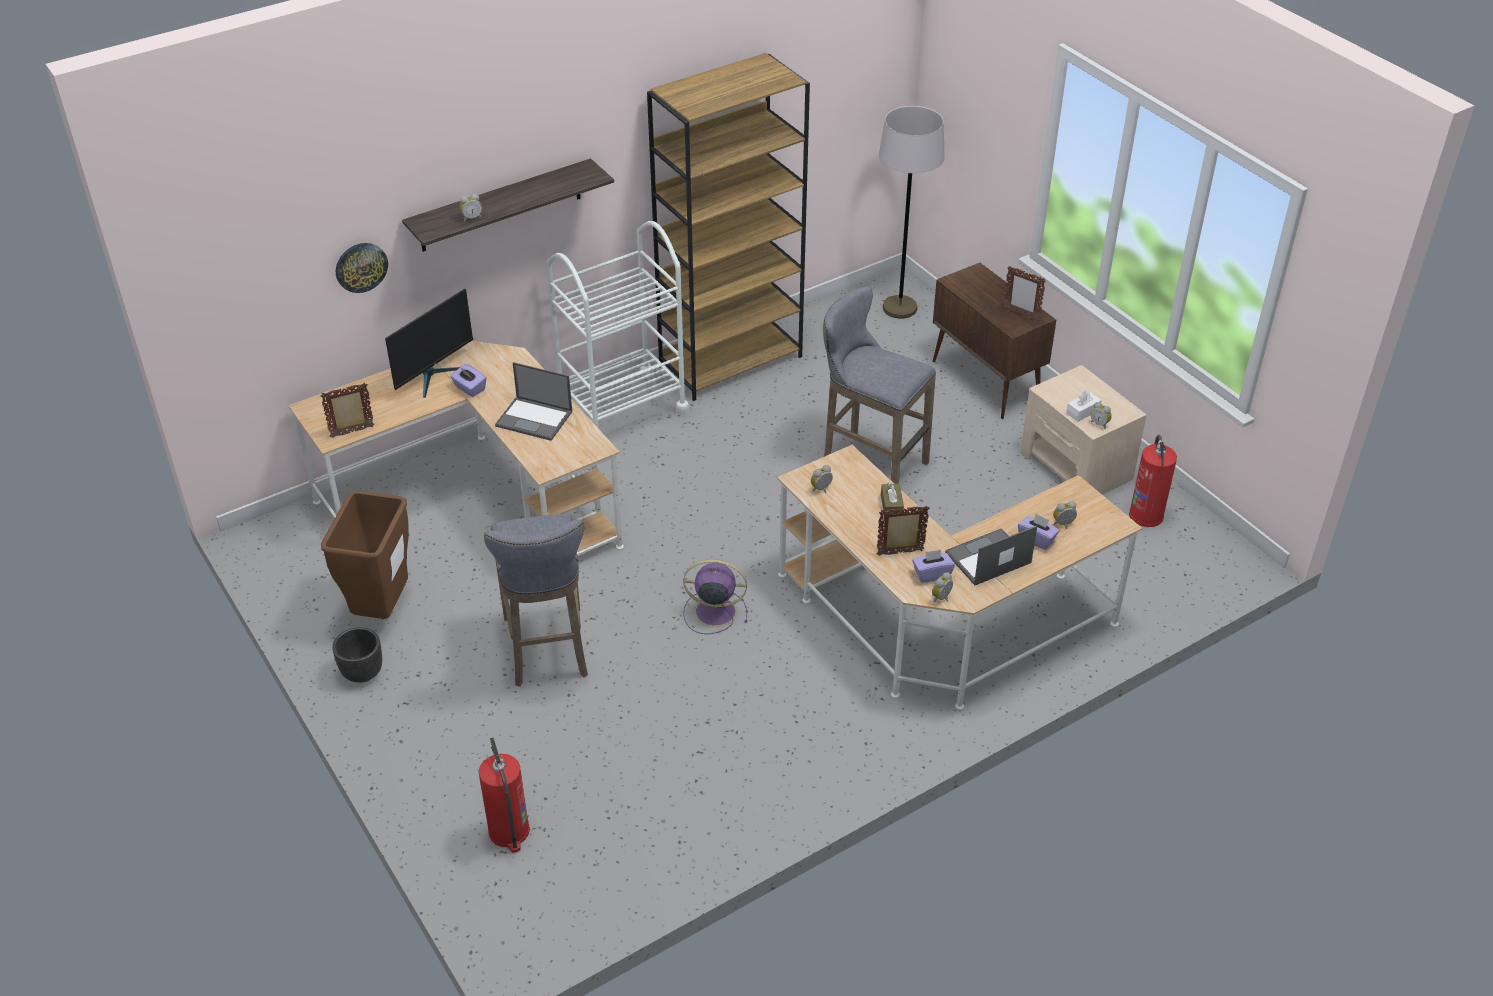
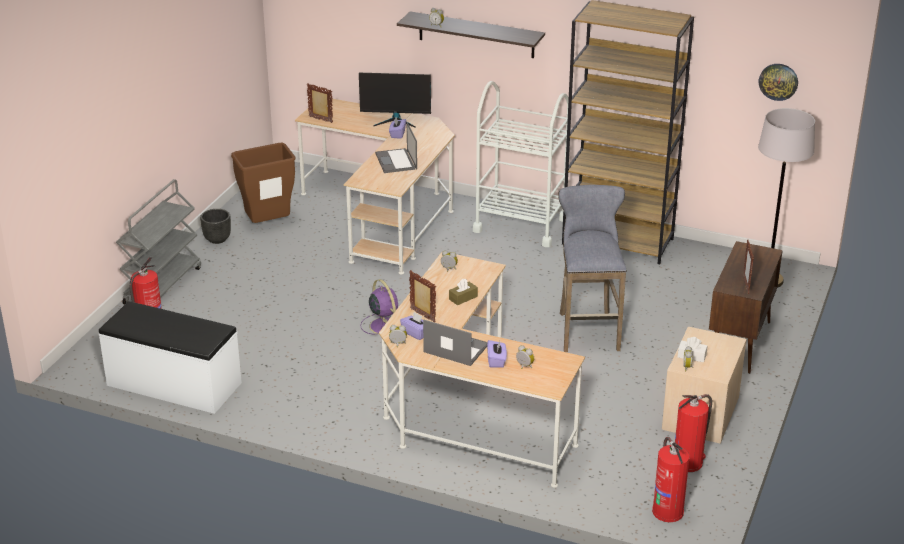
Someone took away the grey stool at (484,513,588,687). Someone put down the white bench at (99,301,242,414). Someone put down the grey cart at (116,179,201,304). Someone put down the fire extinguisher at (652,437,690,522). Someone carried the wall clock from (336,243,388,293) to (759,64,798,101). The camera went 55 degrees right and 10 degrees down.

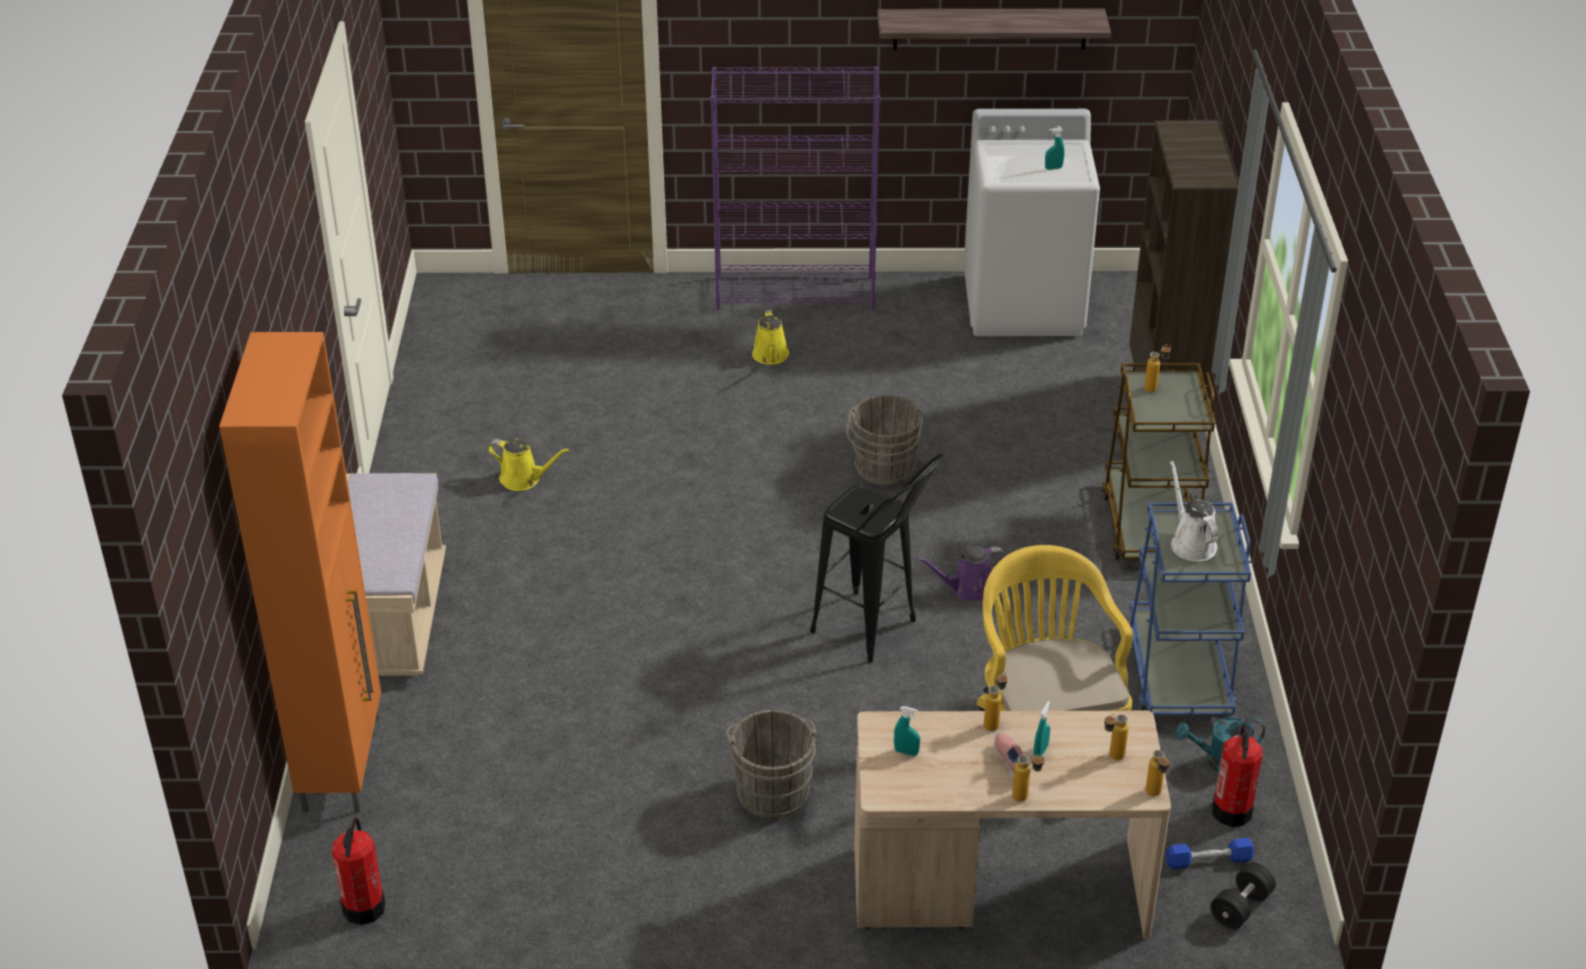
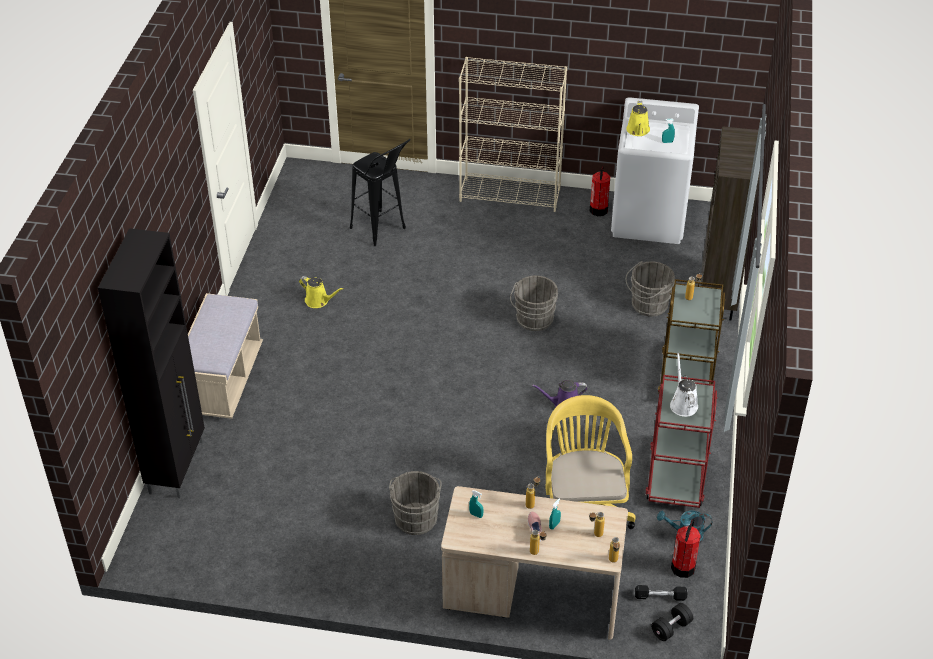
Someone took away the shelf at (877,8,1111,50). Someone put down the grey bucket at (626,261,675,316). Someone carried the fire extinguisher from (332,818,385,925) to (589,166,610,216). Someone carried the yellow watering can from (752,309,789,365) to (626,101,650,136). Someone carried the black stool from (810,453,945,663) to (350,139,411,246). Someone repainted the orange cabinet at (219,332,381,813), which became the black cabinet at (98,228,205,498). Someone repainted the purple bookcase at (710,66,881,310), which became the beige bookcase at (459,57,567,212). Someone repainted the blue cart at (1129,502,1251,715), which became the red cart at (645,375,718,508). Someone repainted the blue dumbbell at (1166,838,1254,869), which became the black dumbbell at (635,585,687,601). The camera went 10 degrees right and 5 degrees up.

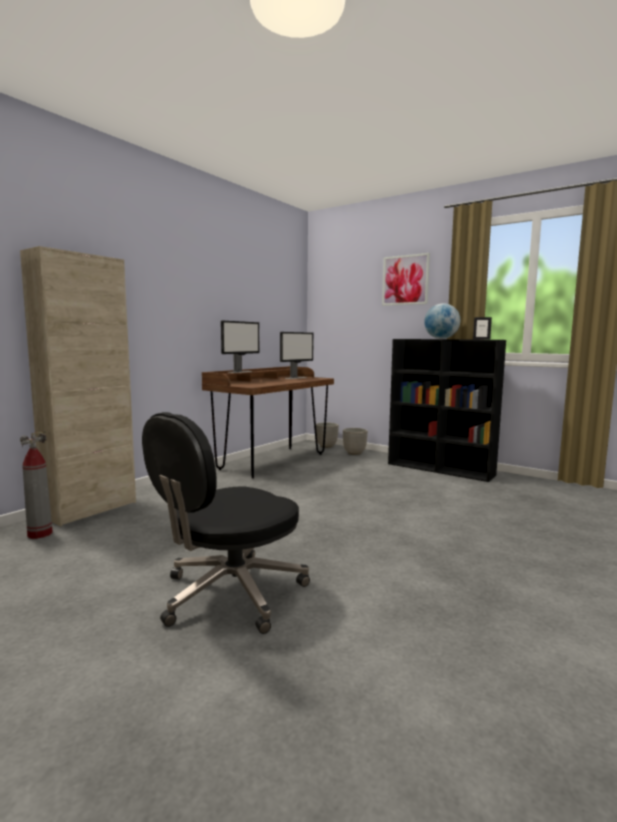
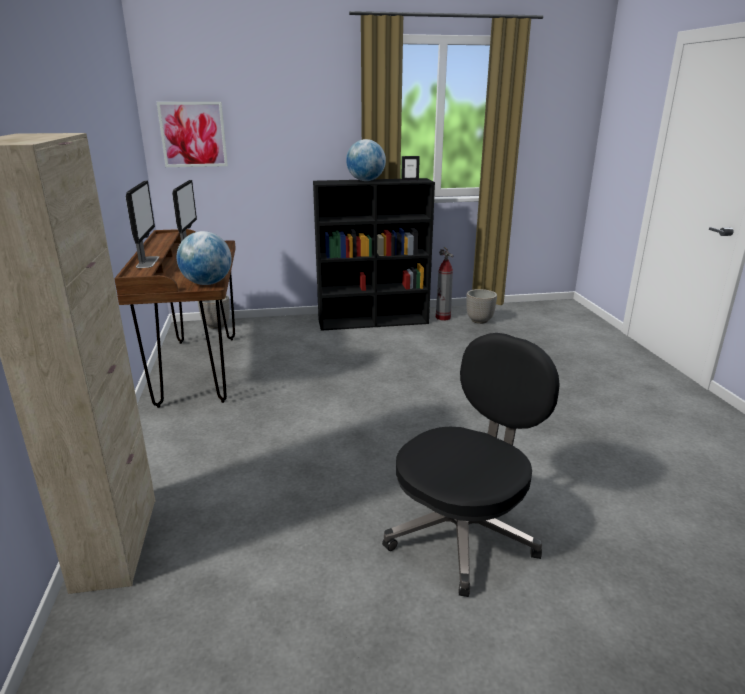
Someone put down the globe at (177,231,232,285). Someone carried the fire extinguisher from (20,431,53,539) to (436,247,453,321). Someone carried the planter from (343,428,368,455) to (466,289,497,324). Someone carried the picture from (382,253,430,306) to (157,102,228,167). Someone rotated the black office chair at (142,412,310,634) by 135 degrees counterclockwise. The camera went 45 degrees left and 15 degrees up.

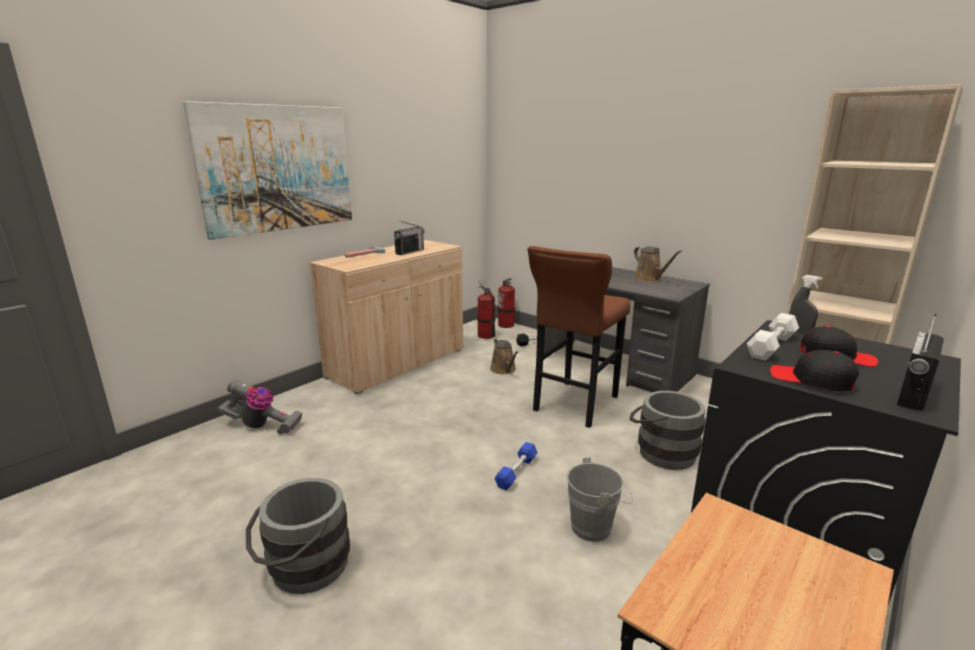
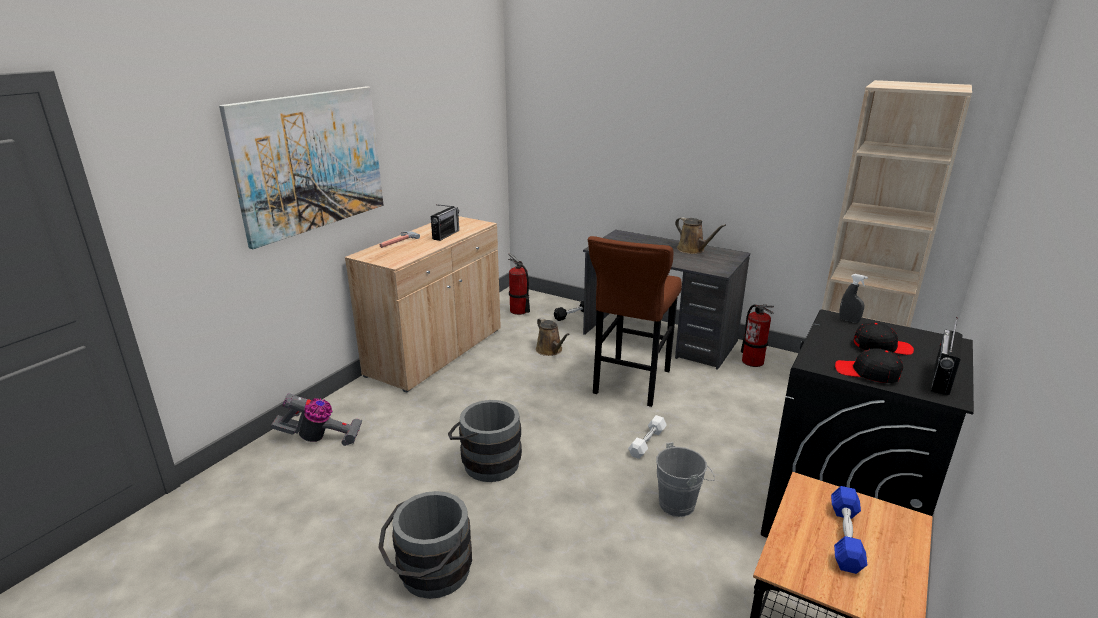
Someone carried the blue dumbbell from (494,442,538,490) to (831,486,867,574). Someone carried the fire extinguisher from (498,278,515,328) to (741,304,774,367). Someone carried the grey bucket from (629,391,705,470) to (448,400,522,482). Someone carried the white dumbbell from (747,313,799,361) to (628,415,667,459). The camera went 10 degrees left and 5 degrees up.

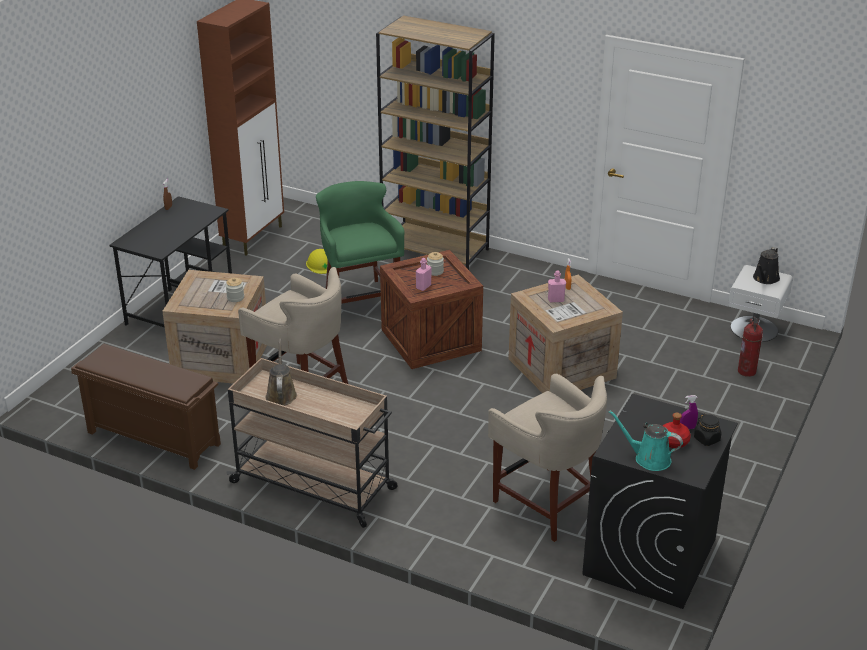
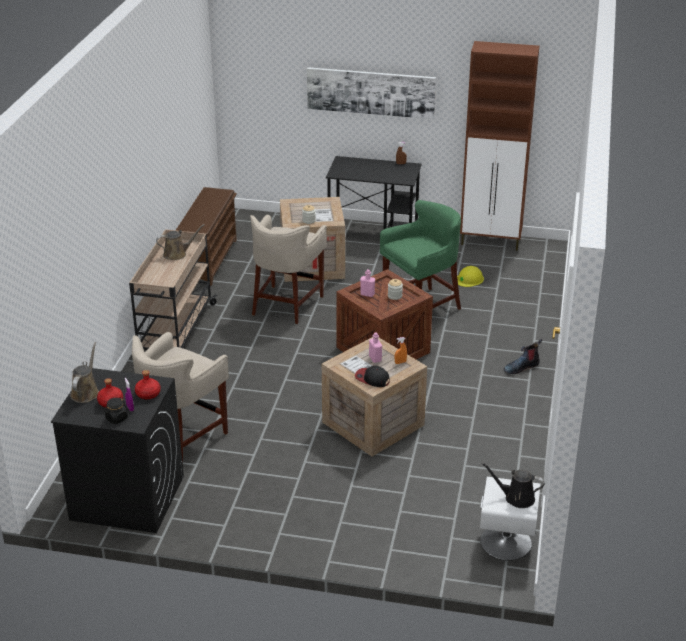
Someone took away the brown bookcase at (376,15,495,270). Someone took away the fire extinguisher at (738,317,763,377). Someone put down the red bottle at (135,370,161,399). Someone put up the picture at (307,67,436,119). Someone put down the cap at (355,366,390,387). Someone put down the boot at (504,339,543,374). Someone repainted the turquoise watering can at (609,410,683,471), which became the brown watering can at (70,342,99,403). The camera went 75 degrees right and 0 degrees up.

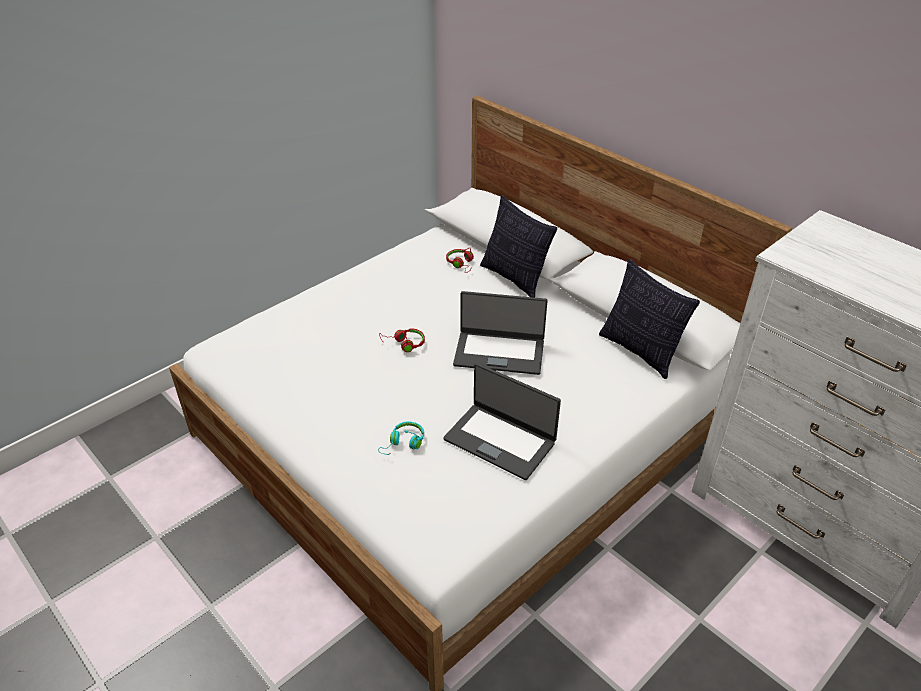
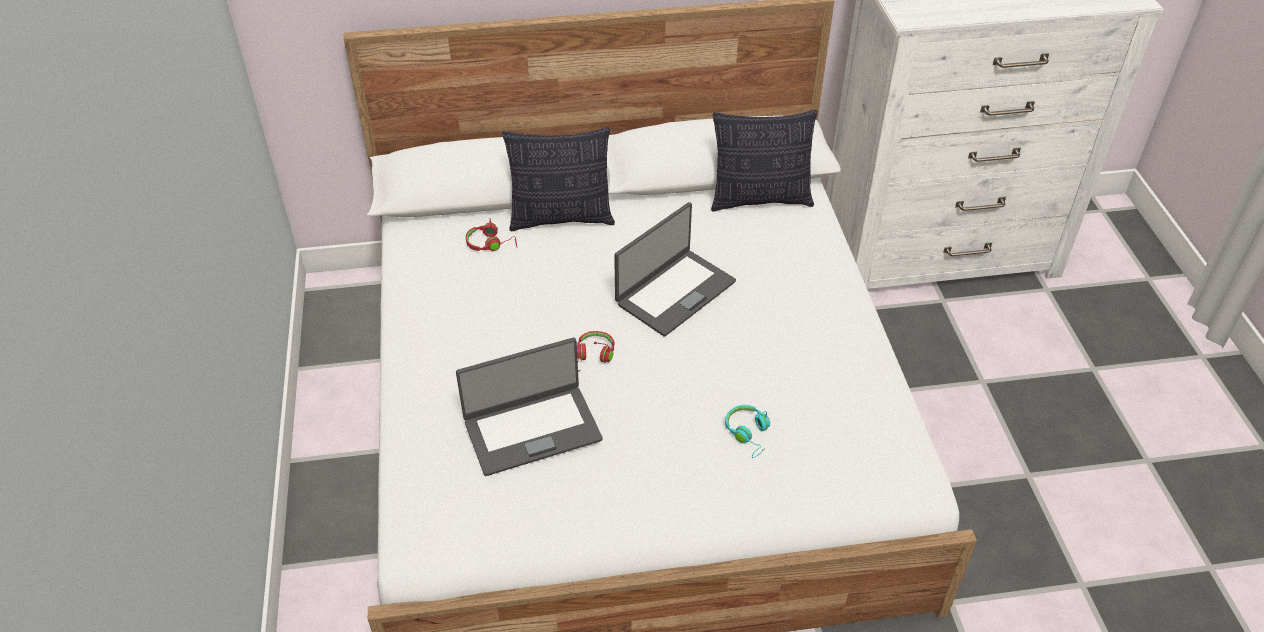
Someone carried the laptop from (443,363,561,480) to (456,338,603,476). The camera went 55 degrees left and 5 degrees up.

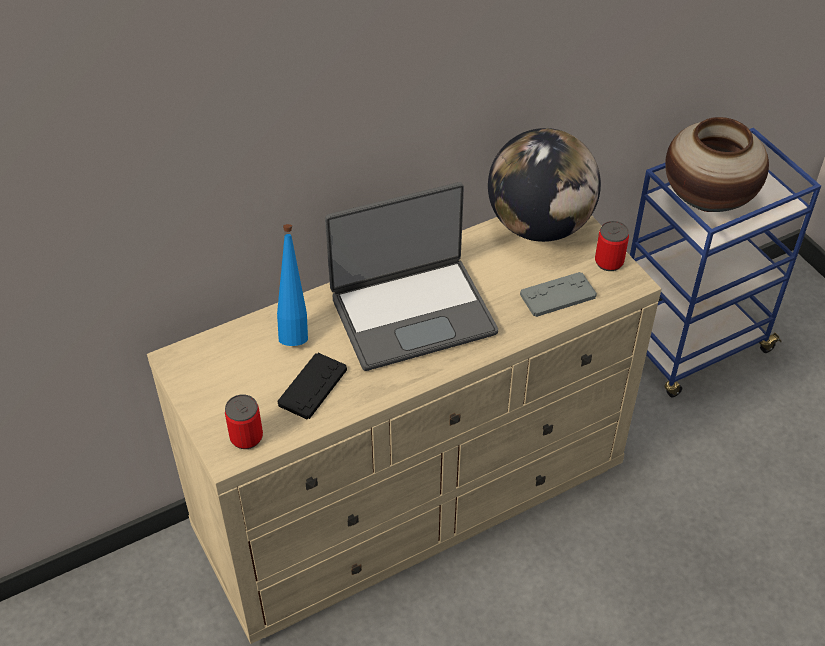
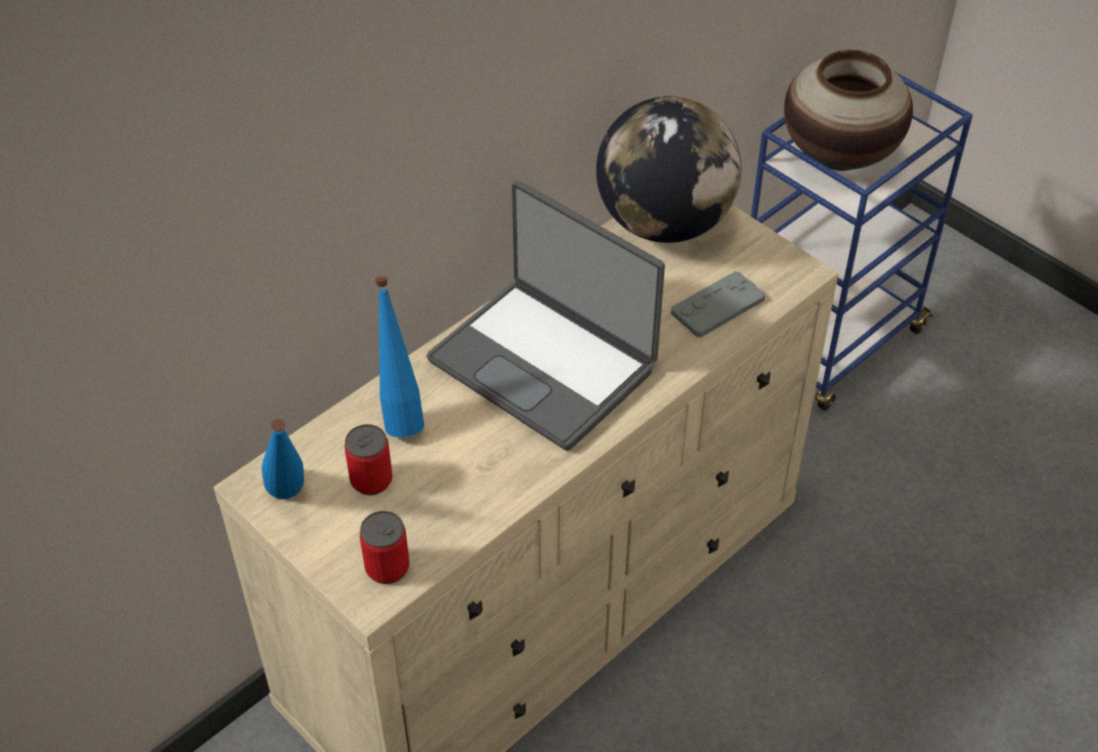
Someone took away the black game controller at (278,353,347,419). Someone put down the blue bottle at (261,419,304,499). Someone carried the can from (595,221,629,271) to (345,424,392,495). Someone rotated the laptop at (325,182,498,371) by 75 degrees clockwise. The camera went 15 degrees left and 0 degrees up.

